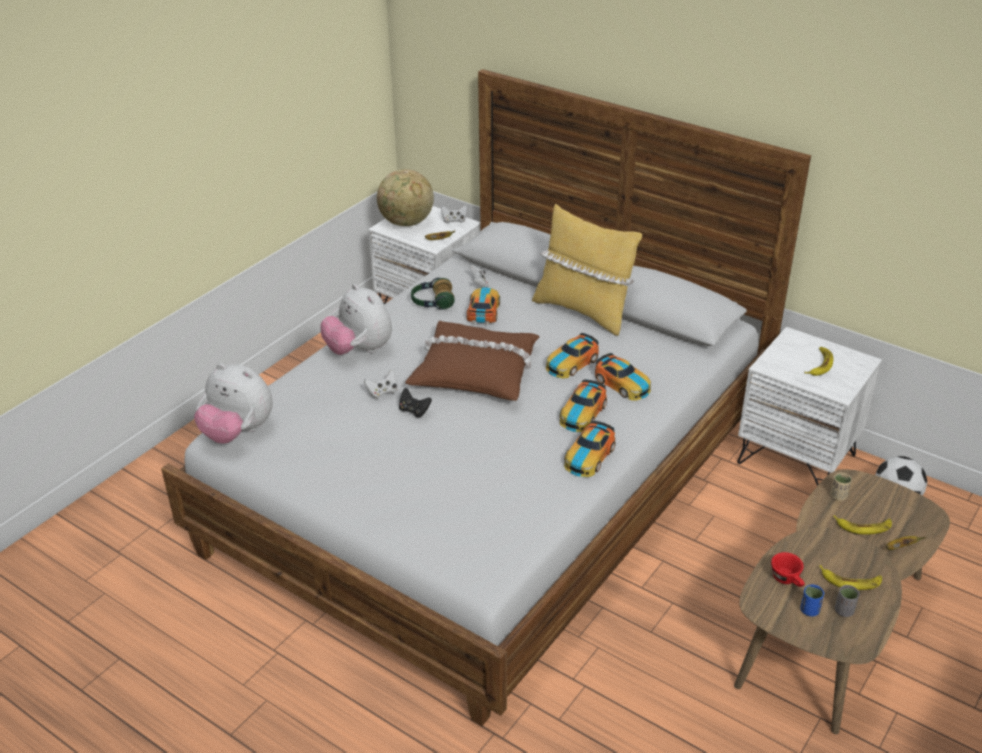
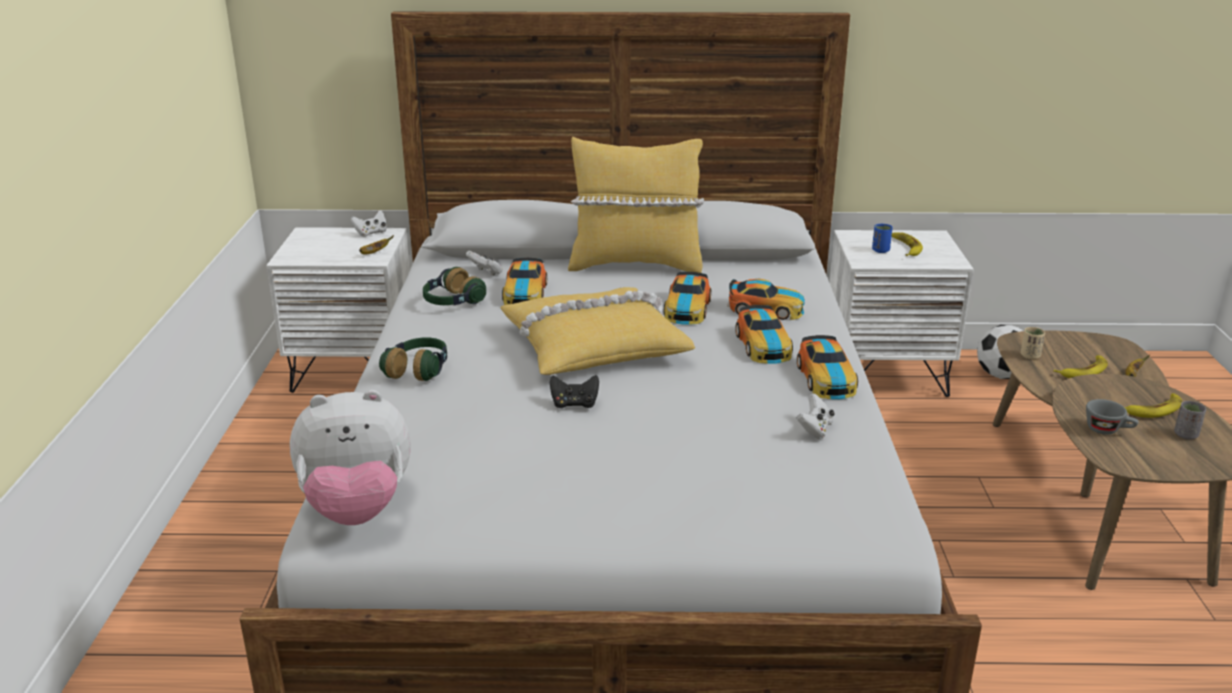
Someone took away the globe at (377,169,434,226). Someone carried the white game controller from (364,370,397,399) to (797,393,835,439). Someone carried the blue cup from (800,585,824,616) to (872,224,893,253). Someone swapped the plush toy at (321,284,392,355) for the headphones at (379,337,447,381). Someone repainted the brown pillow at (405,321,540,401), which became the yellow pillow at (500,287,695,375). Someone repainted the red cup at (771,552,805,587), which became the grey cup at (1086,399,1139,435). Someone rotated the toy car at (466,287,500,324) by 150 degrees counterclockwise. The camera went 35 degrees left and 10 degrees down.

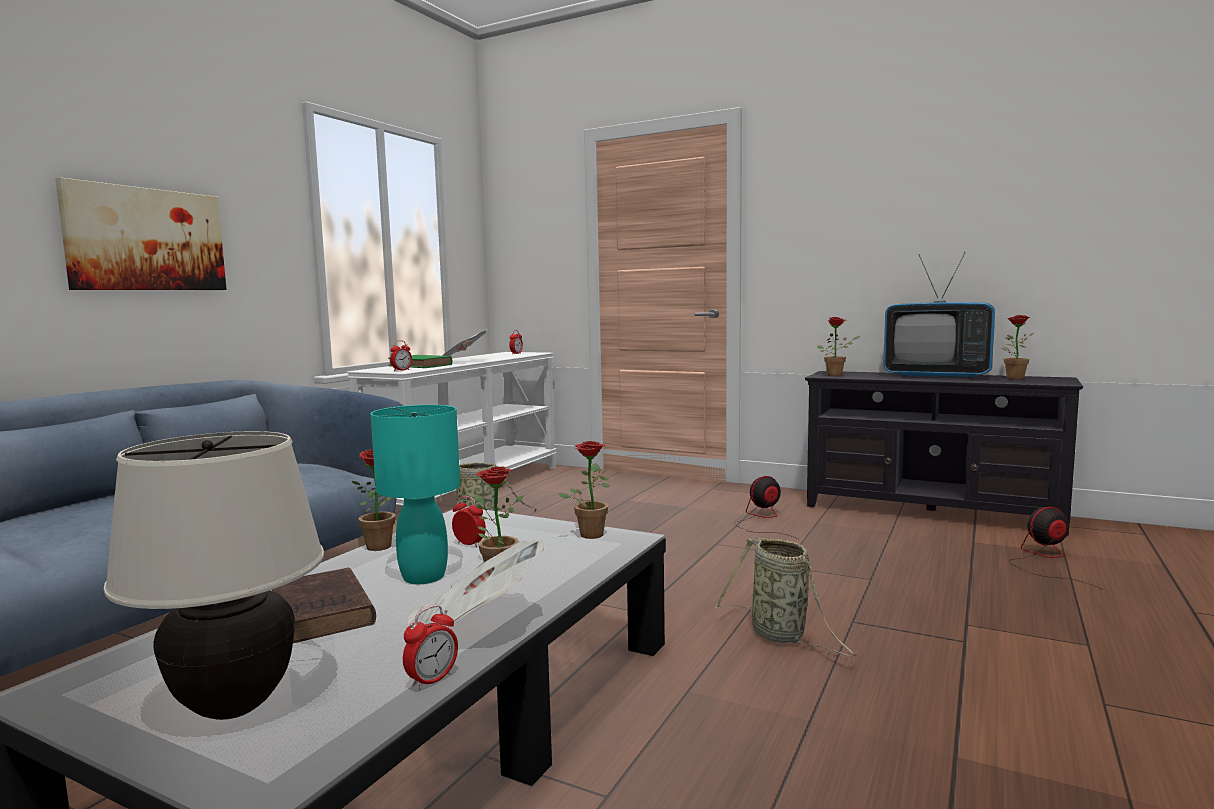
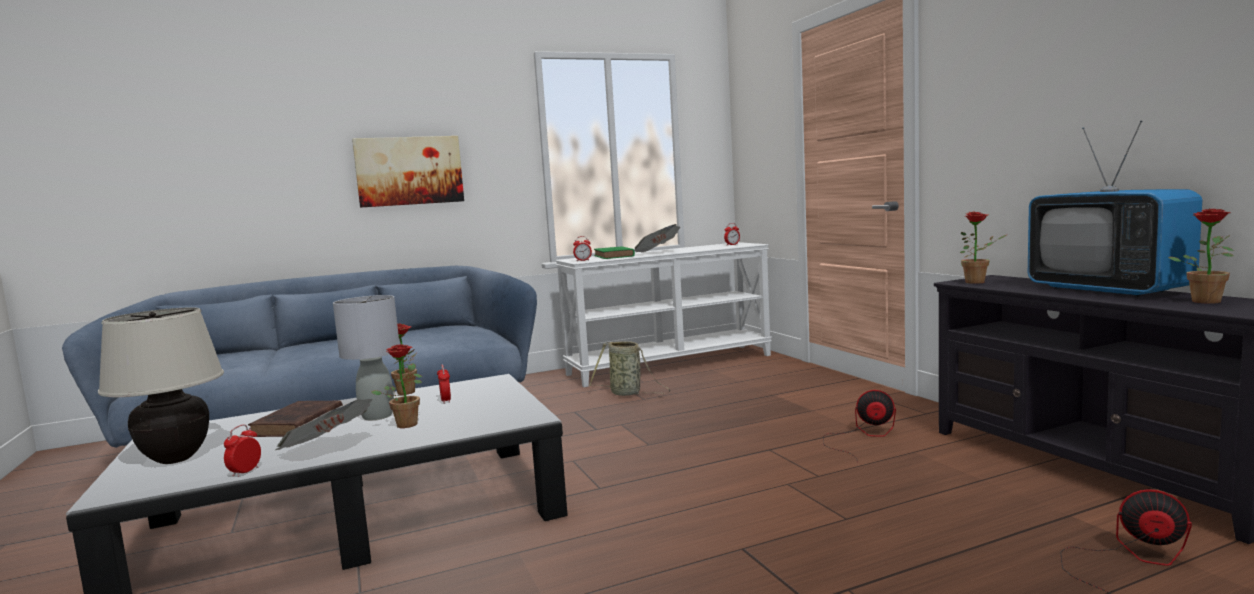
Someone took away the potted plant at (558,441,610,539). Someone took away the basket at (715,537,856,656). Someone repainted the turquoise table lamp at (370,405,460,584), which became the grey table lamp at (333,295,399,420). Someone rotated the alarm clock at (403,605,458,690) by 120 degrees clockwise. The camera went 40 degrees right and 0 degrees up.

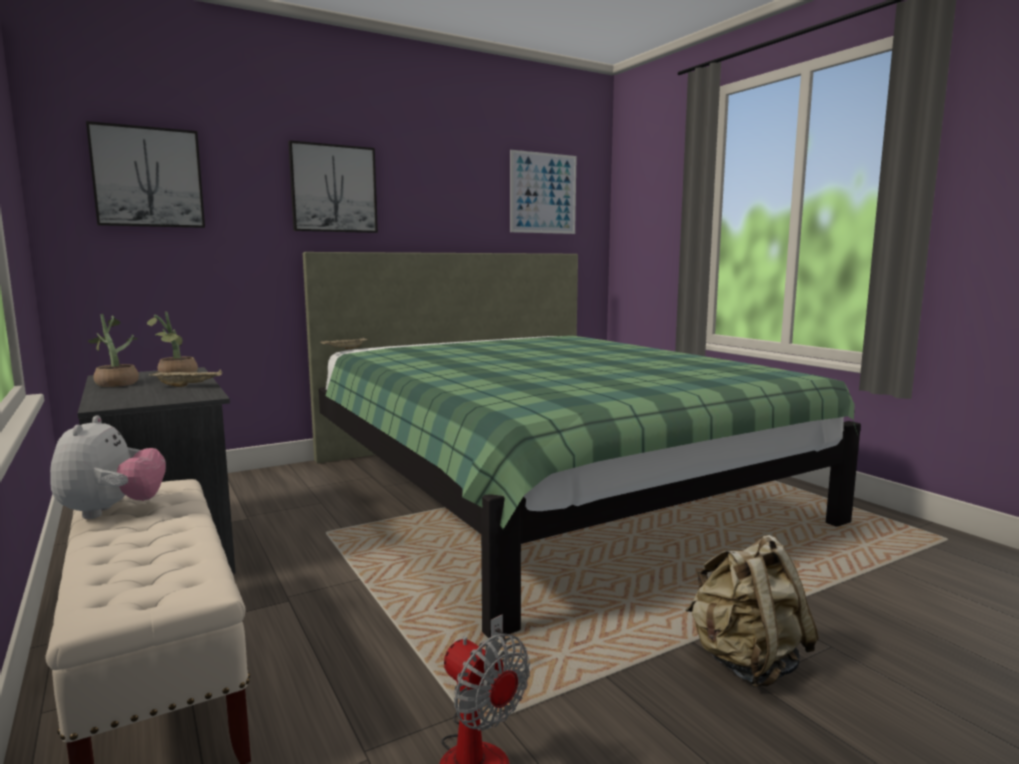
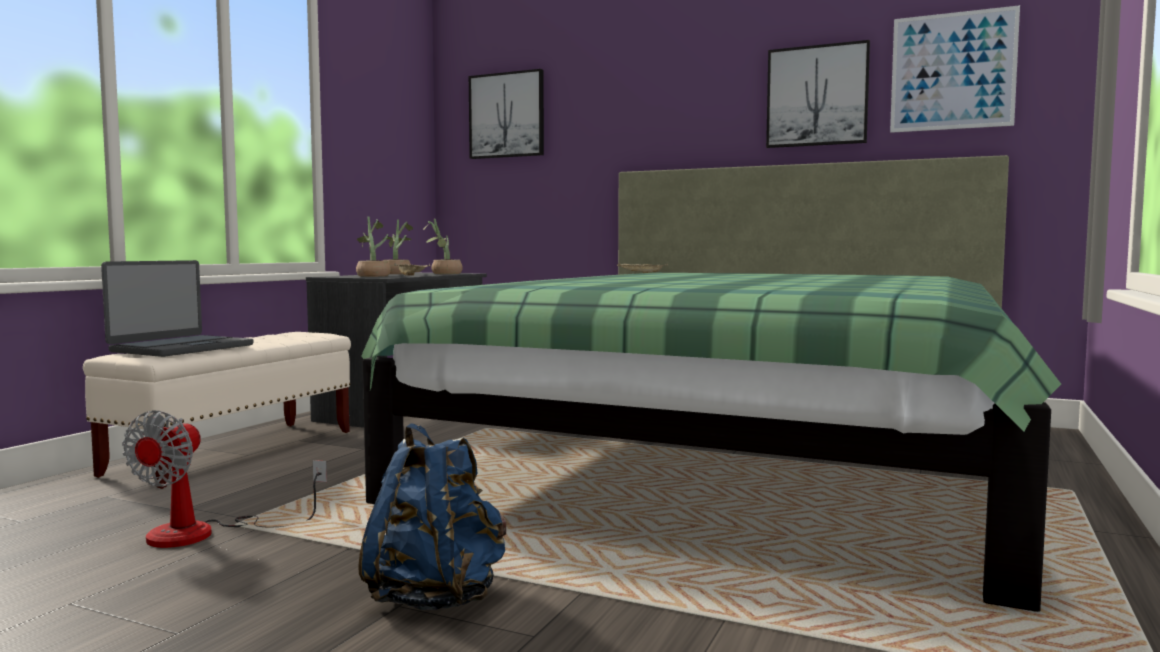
Someone took away the plush toy at (50,415,166,519). Someone put down the laptop at (101,260,253,357). Someone put down the potted plant at (356,217,392,277). Someone carried the picture from (288,140,378,233) to (766,40,870,148). Someone repainted the beige backpack at (686,535,819,688), which became the blue backpack at (358,423,506,610). The camera went 55 degrees right and 5 degrees down.

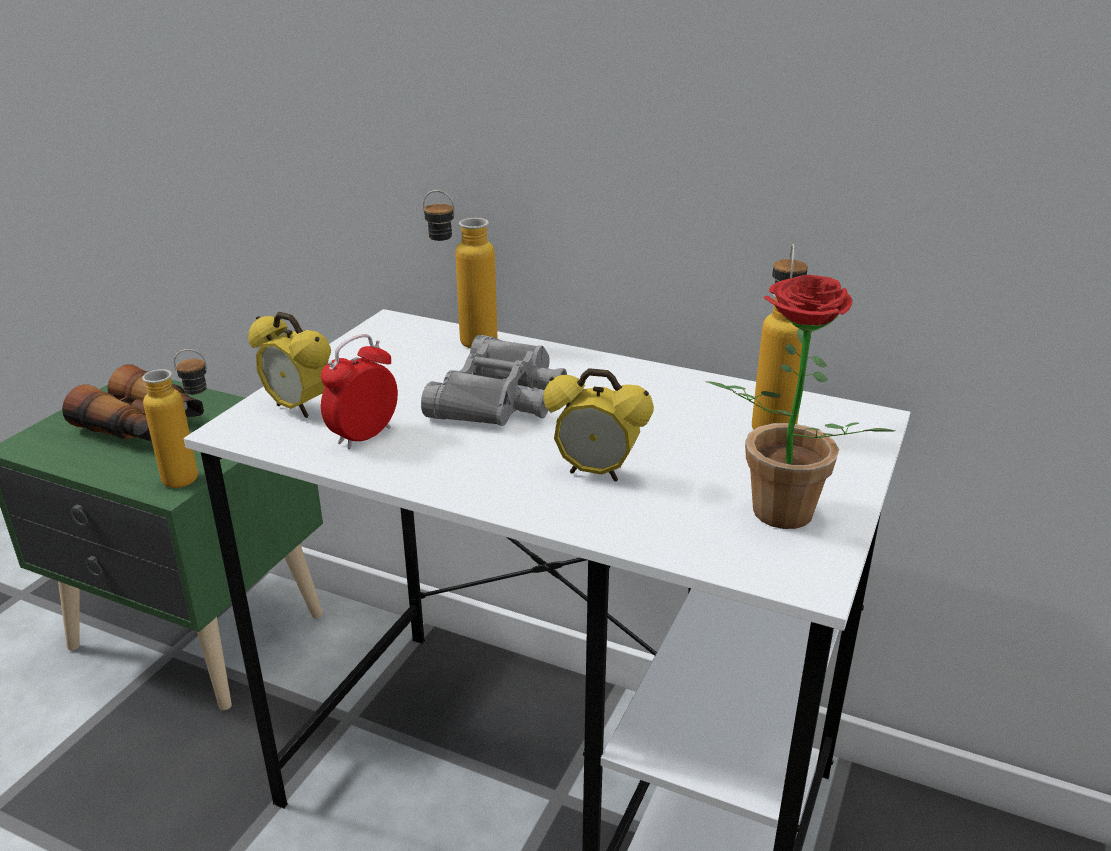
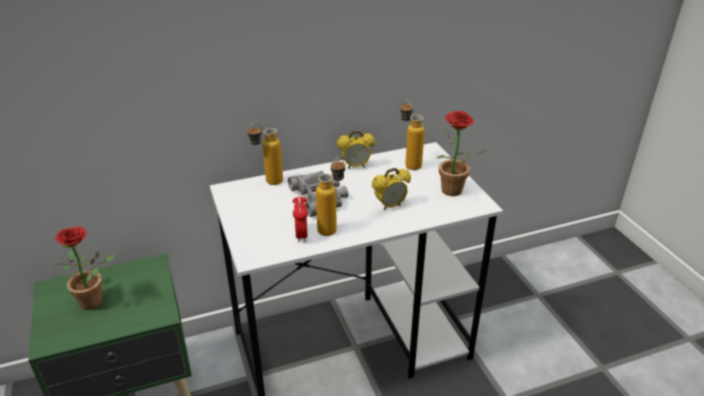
Someone carried the bottle from (142,349,207,488) to (316,157,345,236). Someone carried the alarm clock from (248,312,331,418) to (337,131,375,169). Someone swapped the binoculars at (62,364,204,442) for the potted plant at (55,227,115,310). The camera went 45 degrees left and 5 degrees up.

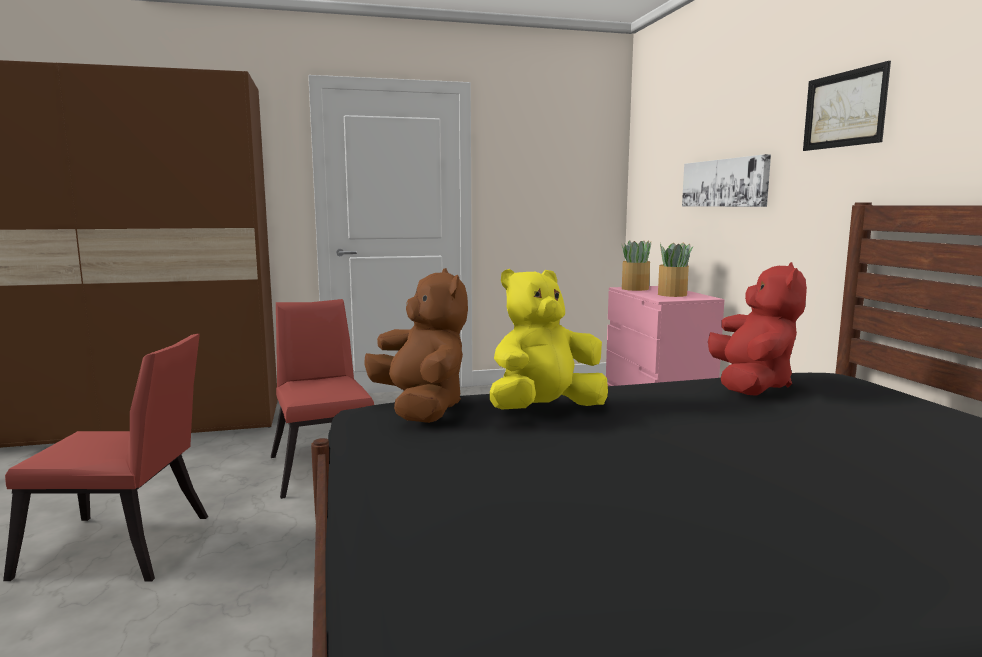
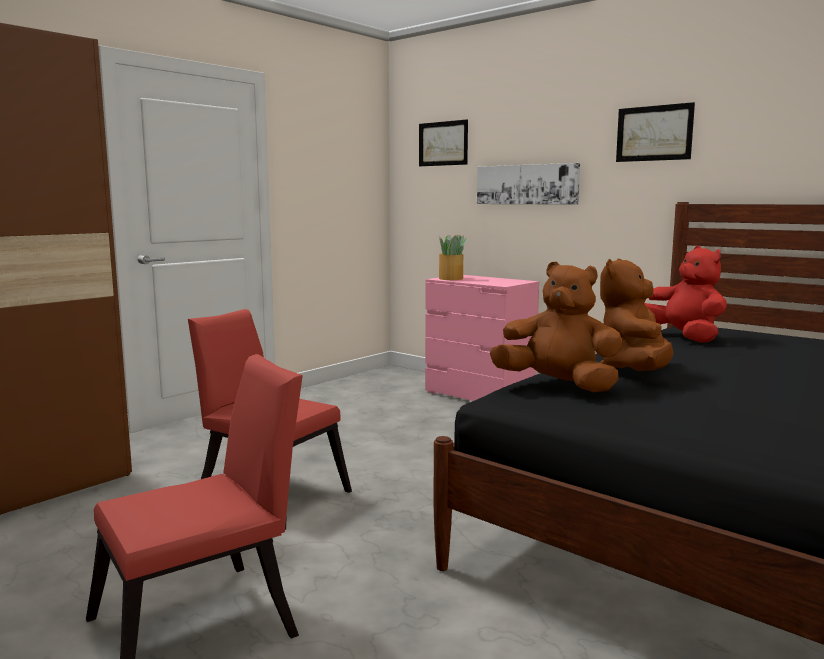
Someone took away the potted plant at (658,243,693,297). Someone put up the picture at (419,119,468,166). Someone repainted the yellow plush toy at (490,269,608,410), which became the brown plush toy at (600,258,674,371). The camera went 35 degrees left and 0 degrees up.

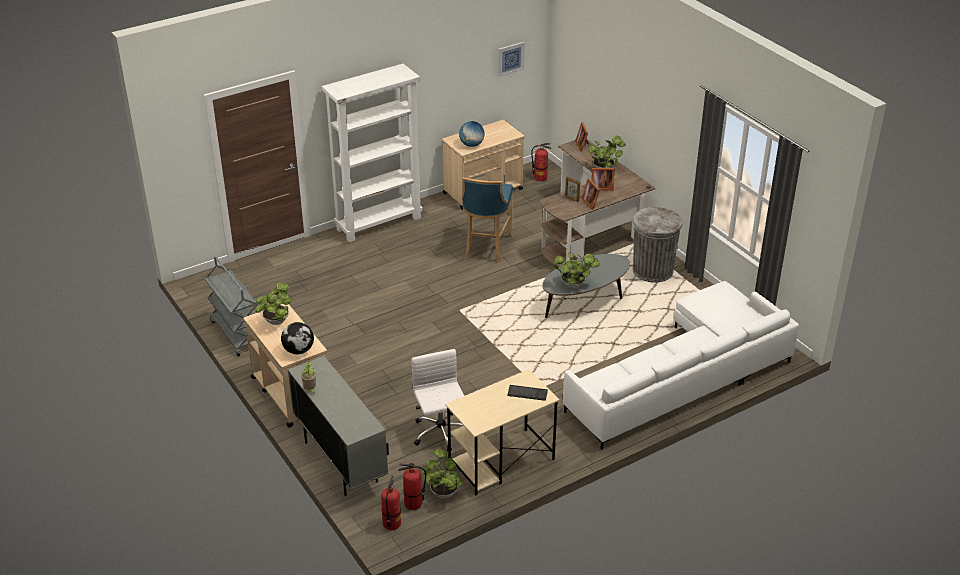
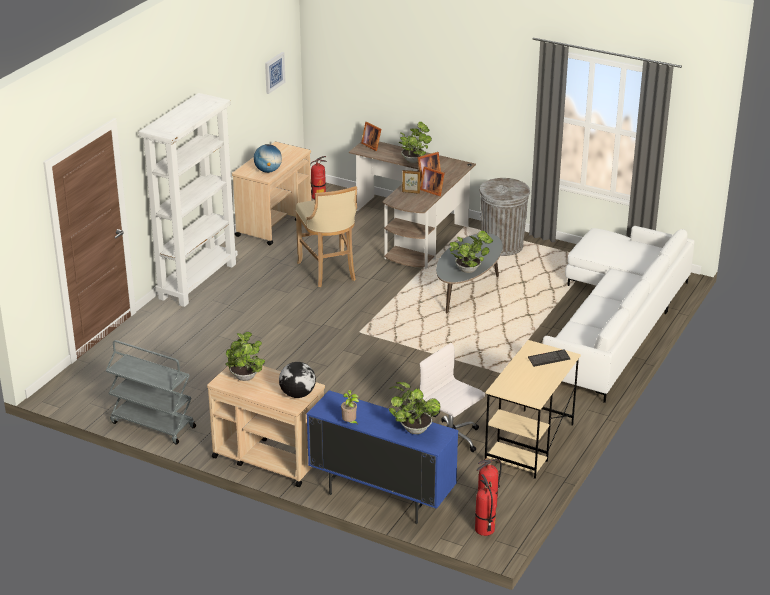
Someone carried the potted plant from (423,449,464,499) to (389,382,440,434). Someone repainted the grey cabinet at (288,356,389,496), which became the blue cabinet at (307,390,458,524). Someone repainted the blue stool at (462,177,513,263), which became the beige stool at (296,186,357,287). The camera went 30 degrees left and 5 degrees down.

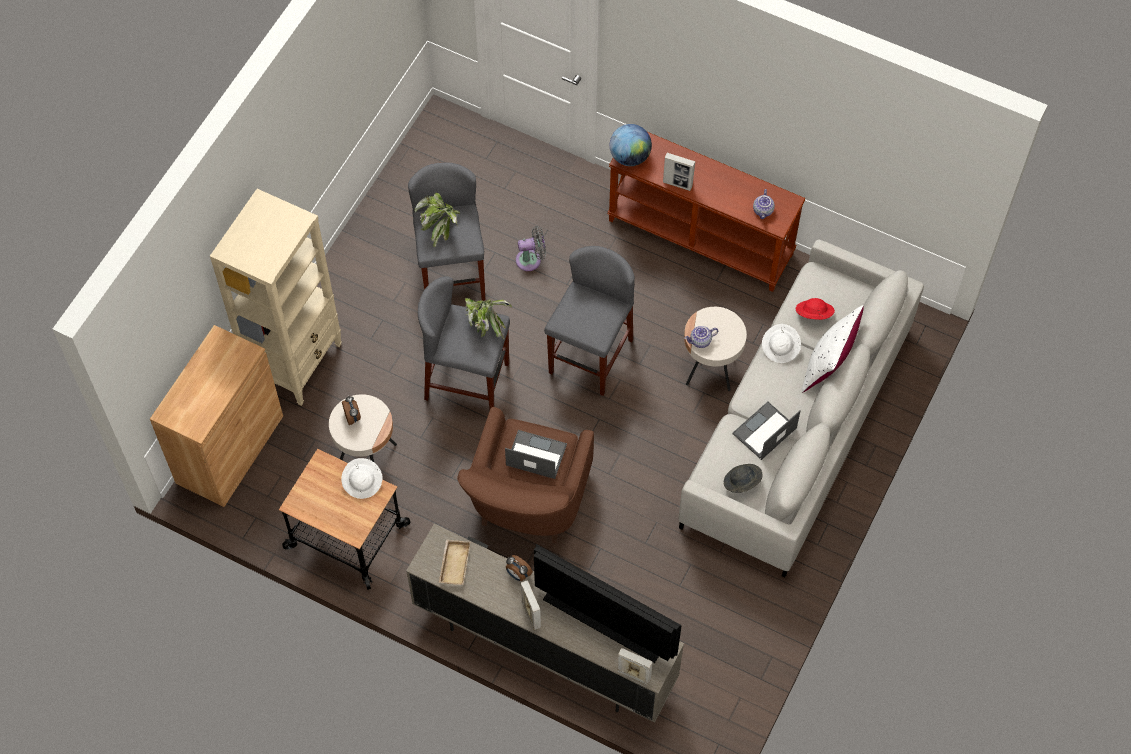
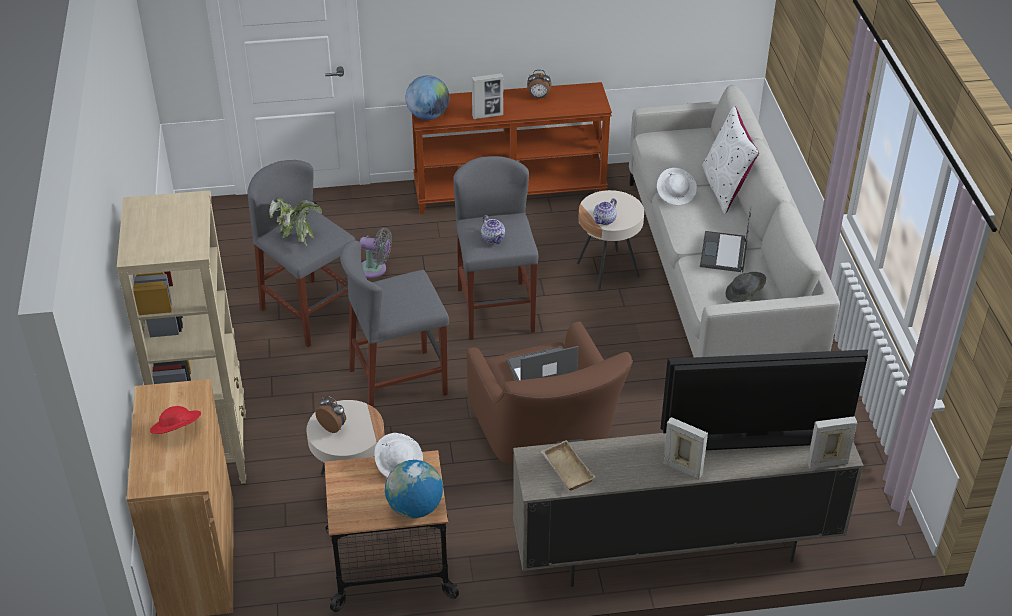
Someone took away the potted plant at (465,298,512,340). Someone put down the globe at (385,460,443,518). Someone carried the alarm clock from (506,555,533,581) to (527,70,552,98). Someone carried the teapot from (753,189,775,219) to (481,215,505,244). Someone carried the red hat from (796,298,835,320) to (150,406,201,434). Someone rotated the grey fan at (516,226,546,271) by 60 degrees clockwise. The camera went 35 degrees left and 20 degrees down.

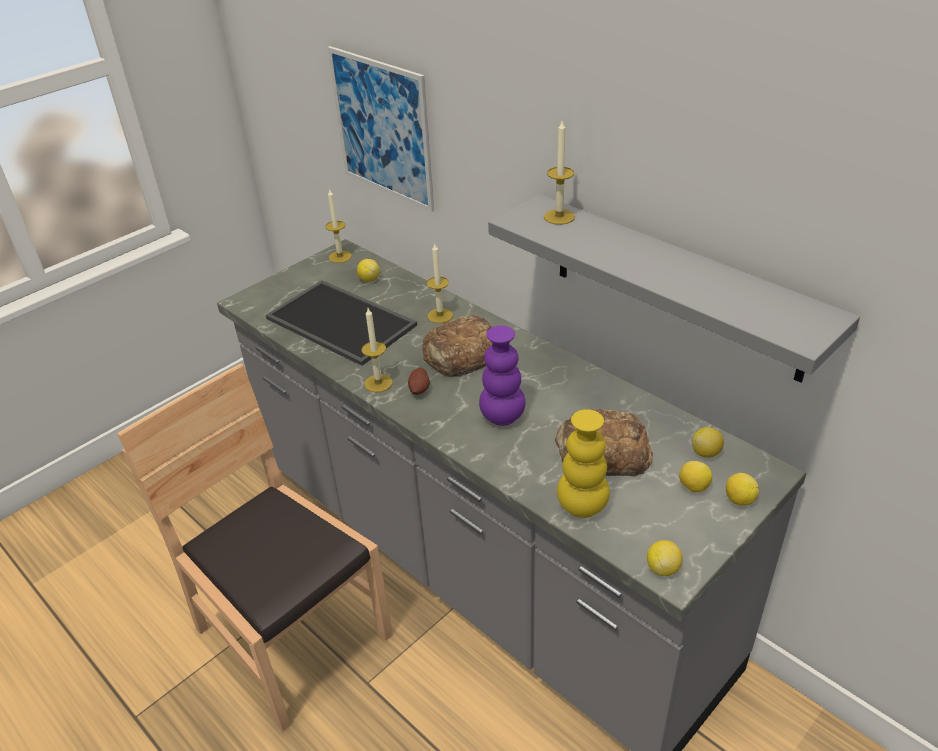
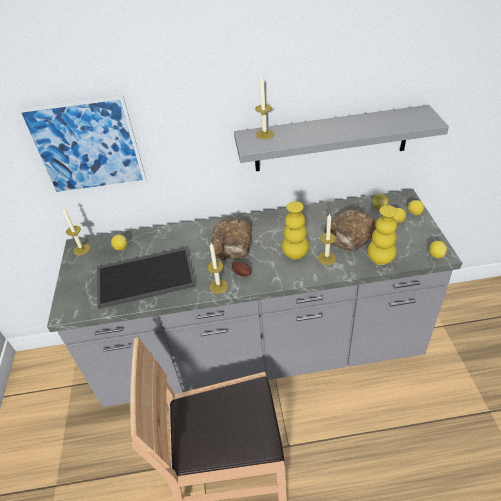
Someone carried the candle from (427,244,453,323) to (318,213,336,265). Someone repainted the purple vase at (479,326,525,426), which became the yellow vase at (282,201,309,260). The camera went 50 degrees left and 5 degrees up.

